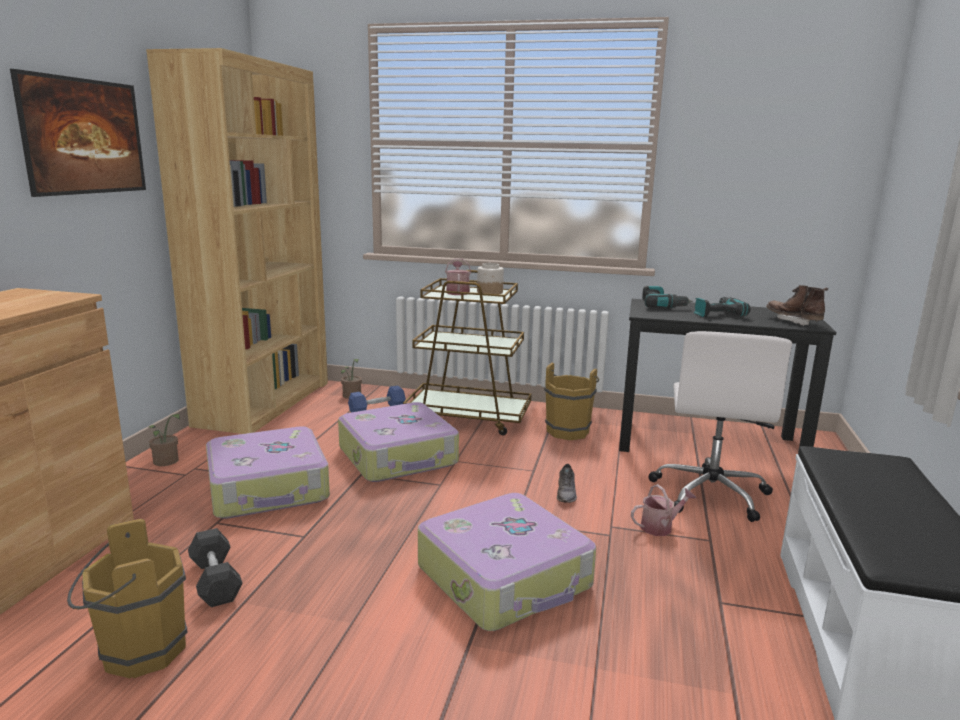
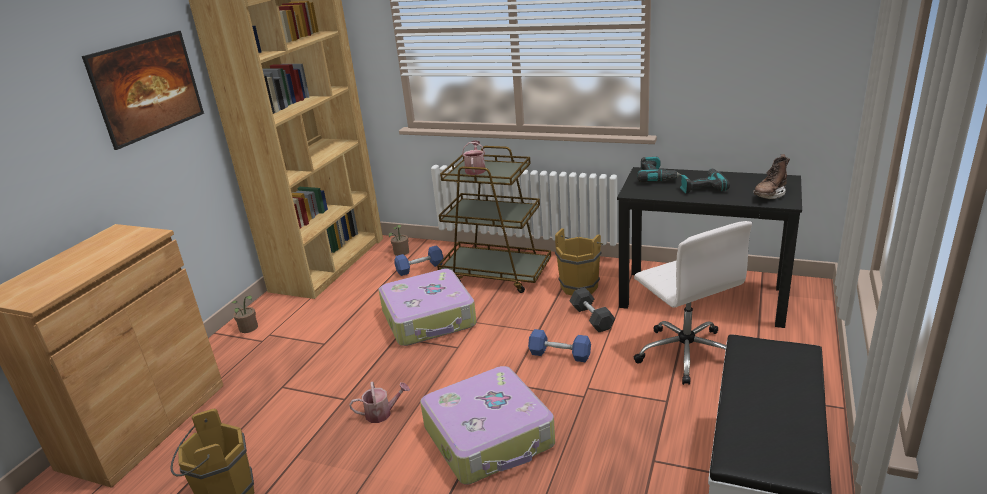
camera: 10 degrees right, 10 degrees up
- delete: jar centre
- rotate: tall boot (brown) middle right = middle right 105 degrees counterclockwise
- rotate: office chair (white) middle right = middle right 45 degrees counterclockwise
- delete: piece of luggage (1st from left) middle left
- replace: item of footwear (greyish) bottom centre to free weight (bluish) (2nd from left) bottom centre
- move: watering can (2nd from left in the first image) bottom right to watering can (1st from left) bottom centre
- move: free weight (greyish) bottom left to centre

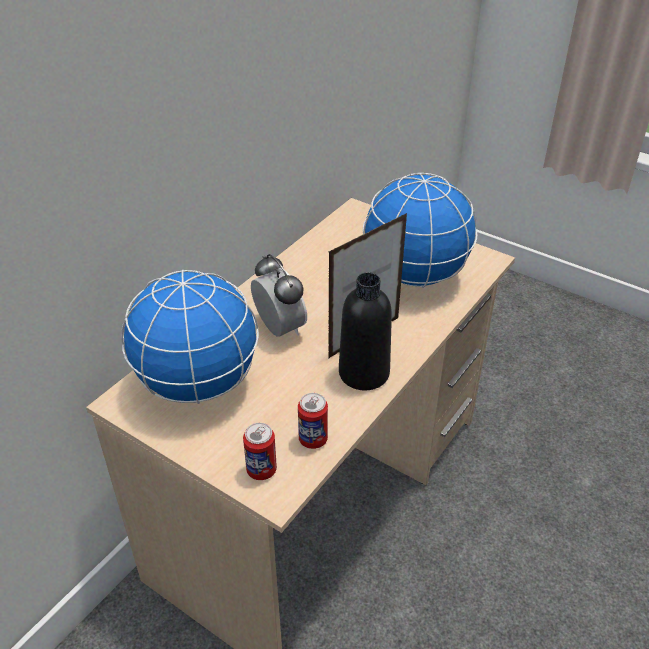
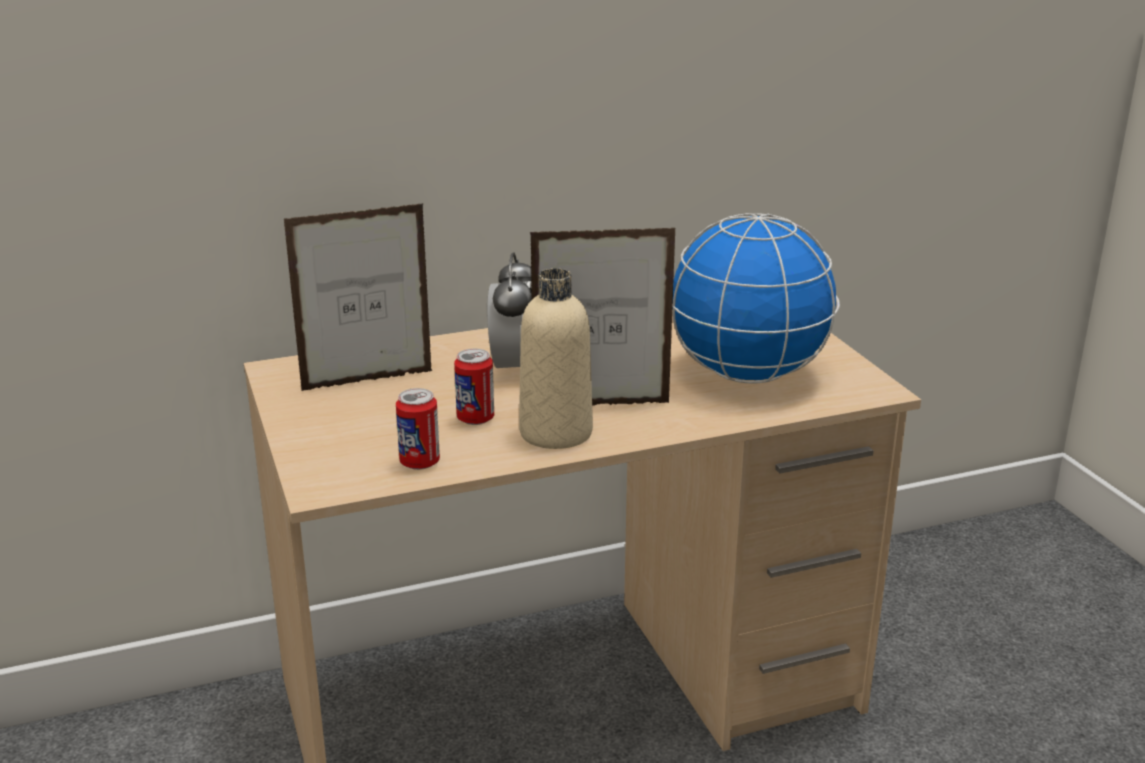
camera: 35 degrees right, 15 degrees down
- replace: desk globe (1st from left) middle left to photo frame (1st from left) middle left
- recolor: drink bottle (blackish) centre to drink bottle (beige) centre
- move: can (1st from left in the first image) bottom centre to can (2nd from left) centre

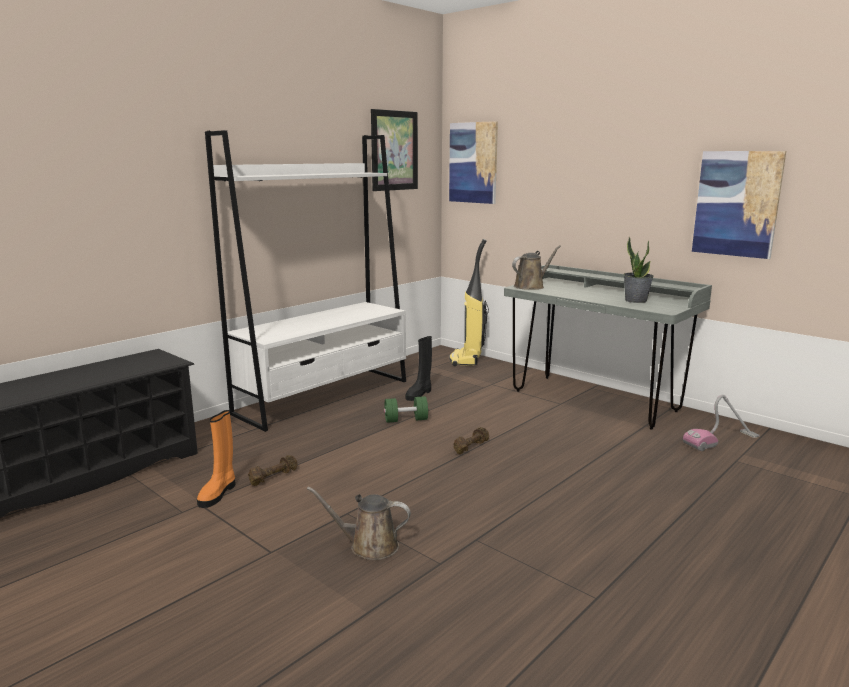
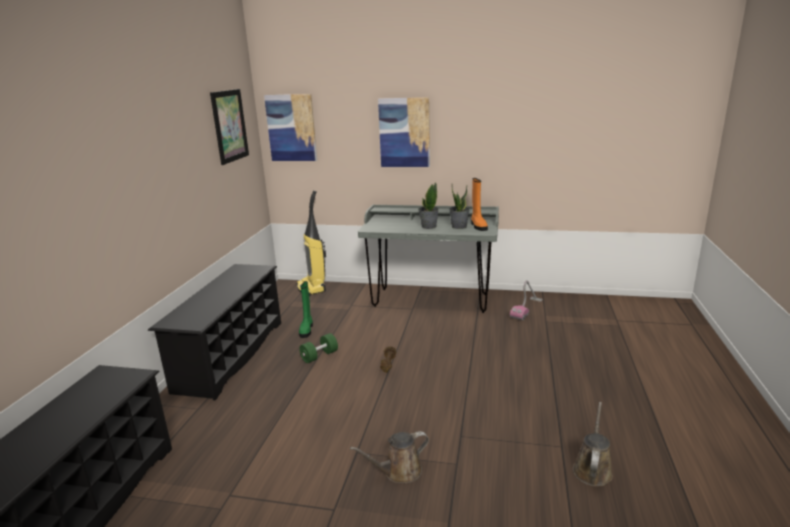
camera: 30 degrees left, 5 degrees up
- replace: shelving unit (white) centre to shoe rack (blackish) (2nd from left) middle left
- move: picture (3rd from left) top right to top centre
- move: watering can (brown) (2nd from left) centre to bottom right
- recolor: tall boot (blackish) centre to tall boot (green-coloured) centre
- move: tall boot (orange-coloured) bottom left to centre
- delete: free weight (brown) (1st from left) bottom left
- insert: plant in a pot (1st from left) centre

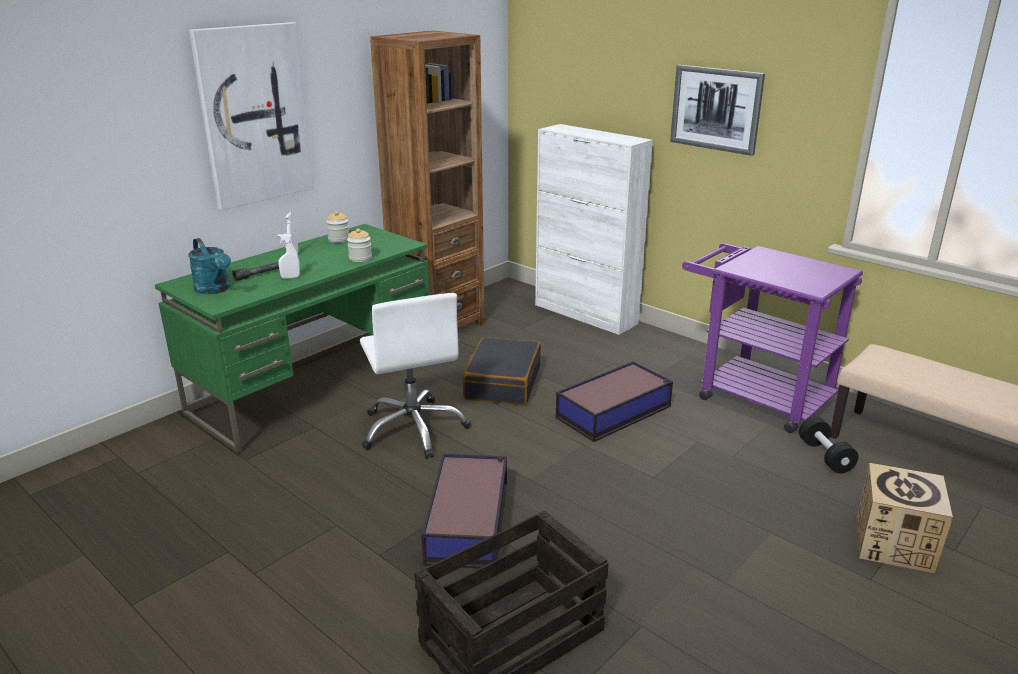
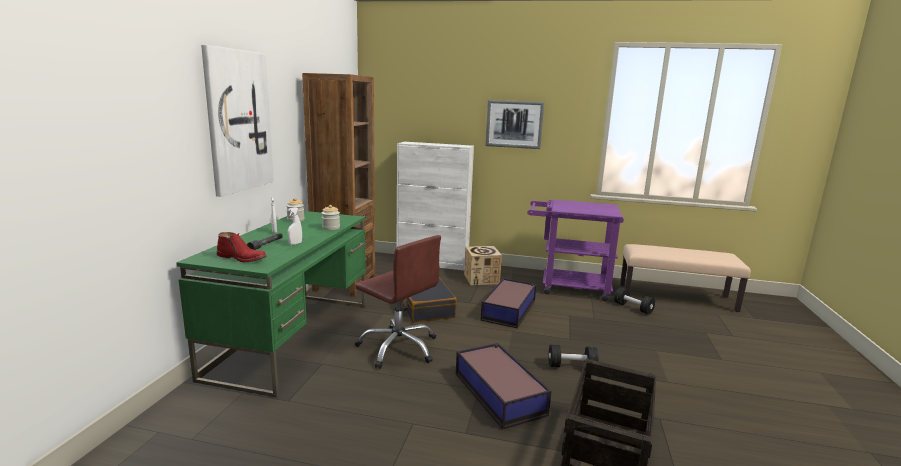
camera: 30 degrees left, 10 degrees down
- replace: watering can (turquoise) middle left to tall boot (red) middle left
- recolor: office chair (white) centre to office chair (brown) centre
- move: packing box bottom right to centre
- insert: free weight (blackish) (1st from left) bottom centre

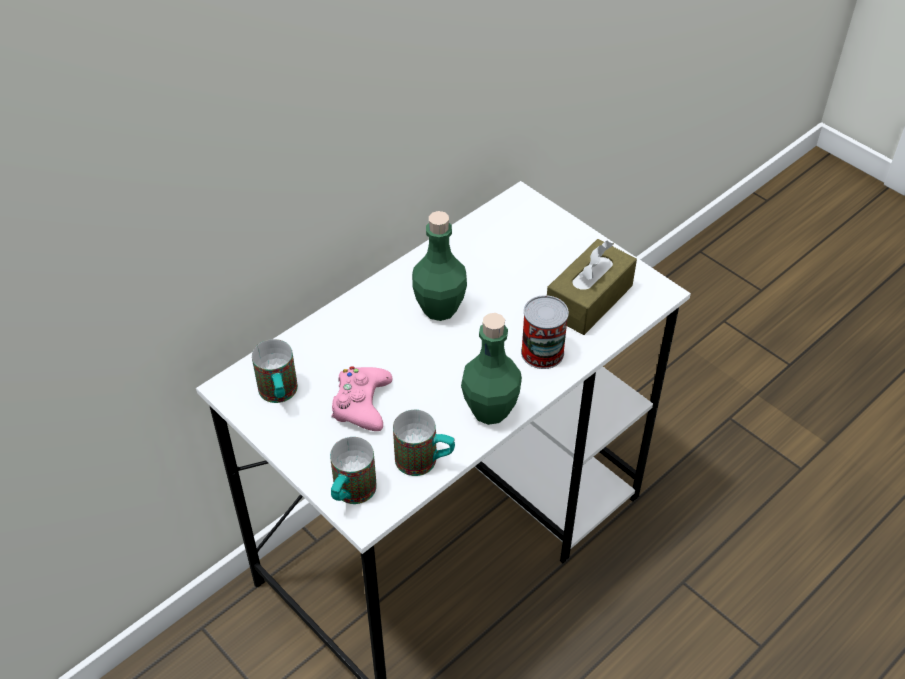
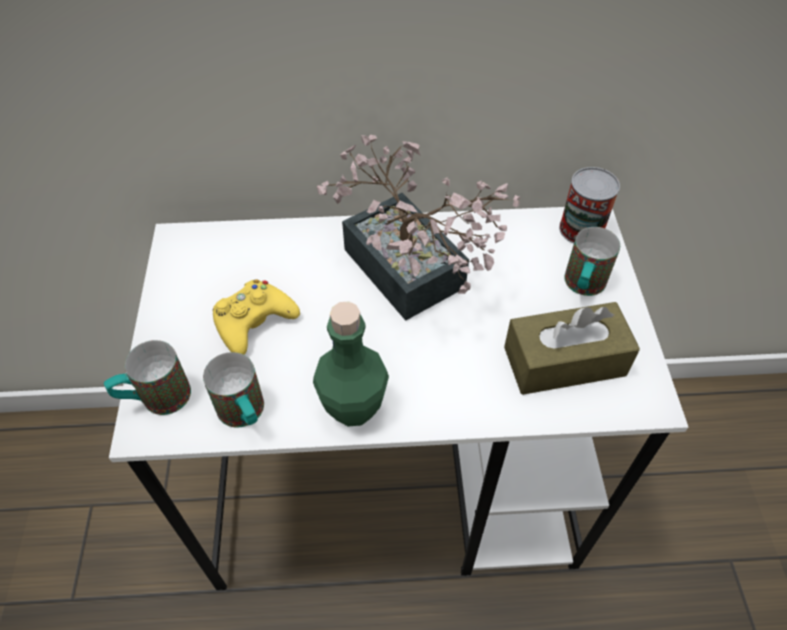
camera: 40 degrees right, 5 degrees up
- replace: drink bottle (green-coloured) (1st from left) centre to plant in a pot centre
- move: can centre to top right
- move: mug (1st from left in the first image) middle left to mug (3rd from left) middle right
- recolor: game controller (pink-coloured) centre to game controller (yellow-coloured) middle left

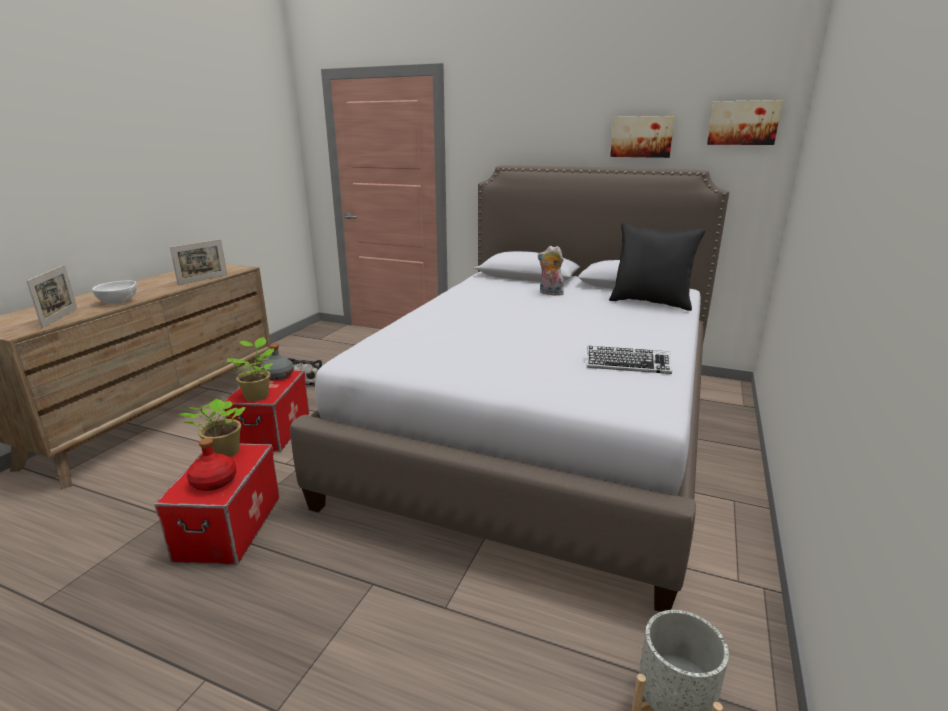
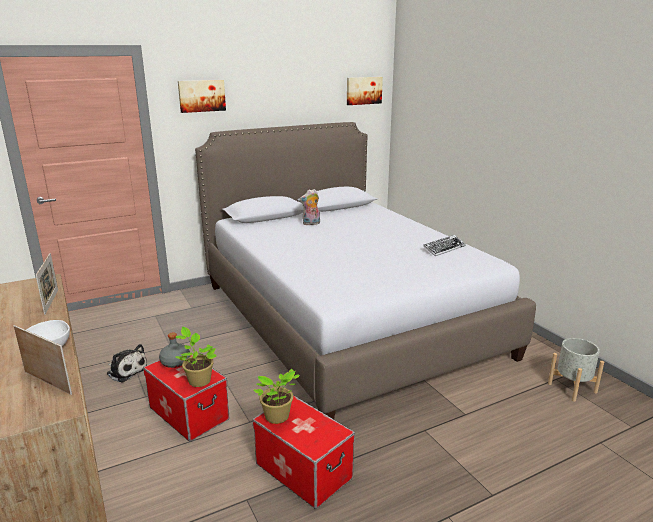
camera: 50 degrees left, 0 degrees up
- move: picture (1st from left) top right to top left
- delete: cushion (blackish) middle right
- delete: drink bottle (red) middle left

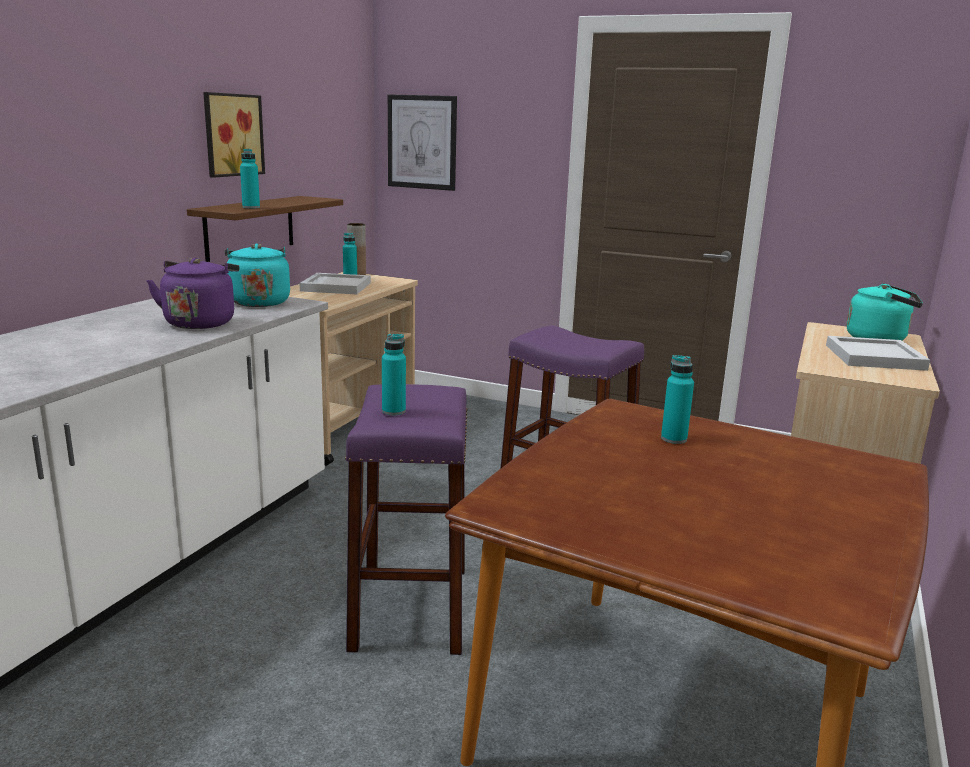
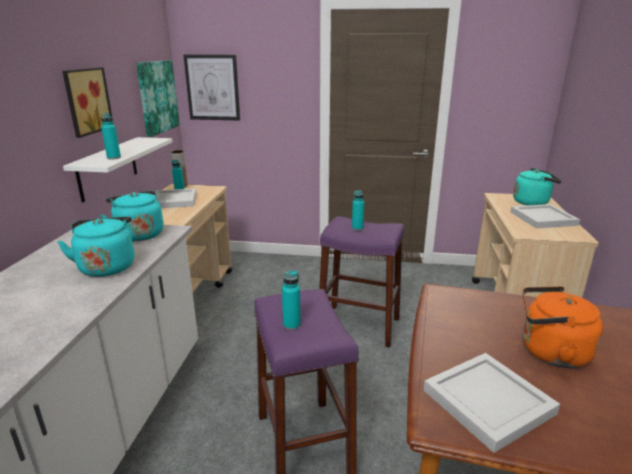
camera: 15 degrees left, 5 degrees up
- recolor: wall shelf (brown) top left to wall shelf (white) middle left
- recolor: tea kettle (purple-coloured) middle left to tea kettle (turquoise) (1st from left) middle left
- move: drink bottle (turquoise) (4th from left) middle right to centre
- insert: picture (2nd from left) top left
- insert: tea kettle (orange-coloured) bottom right
- insert: carrying tray (white) (2nd from left) bottom right

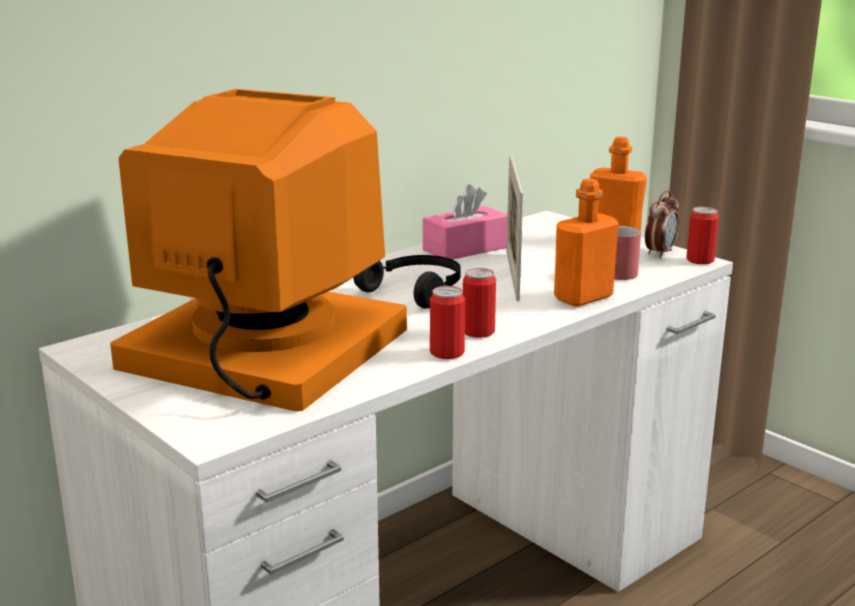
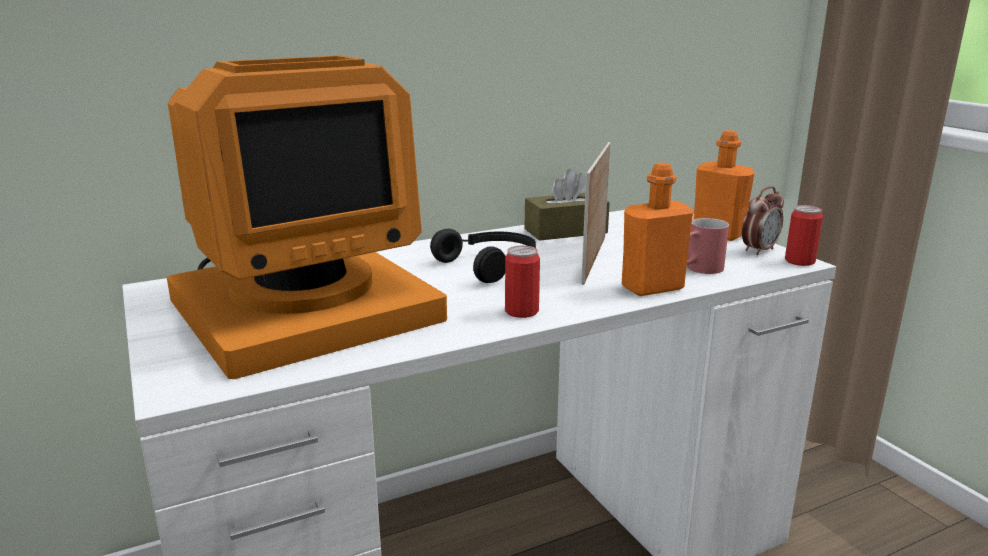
camera: 15 degrees right, 0 degrees up
- rotate: computer display middle left = middle left 105 degrees clockwise
- recolor: tissue box (pink-coloured) centre to tissue box (brown) centre
- delete: can (1st from left) centre

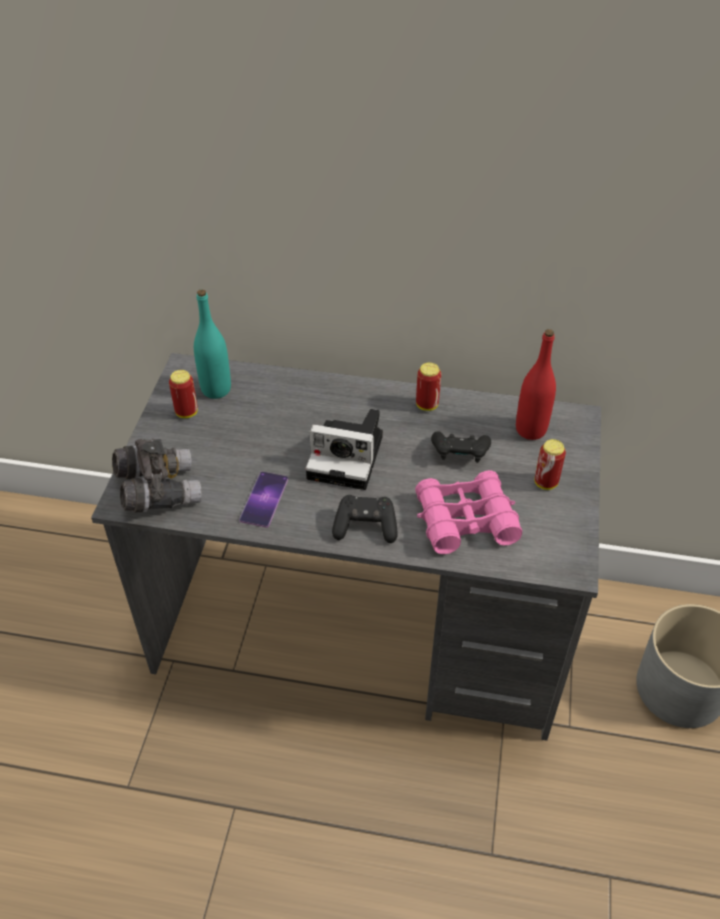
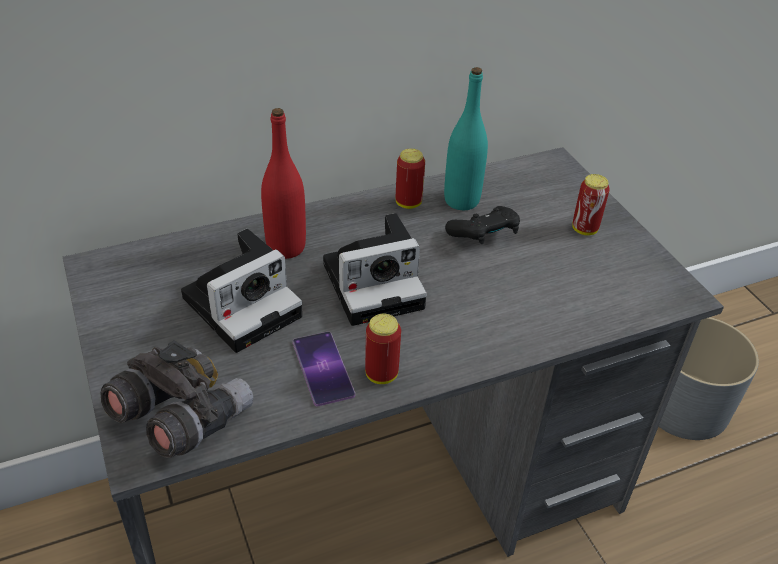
camera: 35 degrees left, 5 degrees down
- move: drink bottle (turquoise) middle left to top centre
- move: drink bottle (red) middle right to top centre
- move: can (1st from left) middle left to centre
- delete: binoculars (pink-coloured) centre
- delete: game controller (blackish) (1st from left) centre
- insert: photo camera (1st from left) middle left

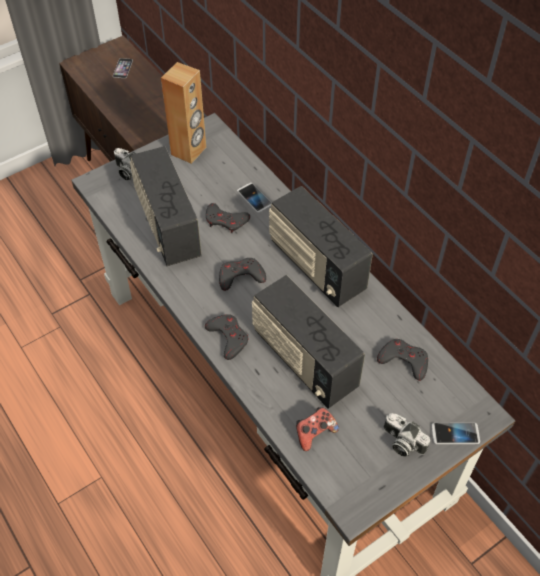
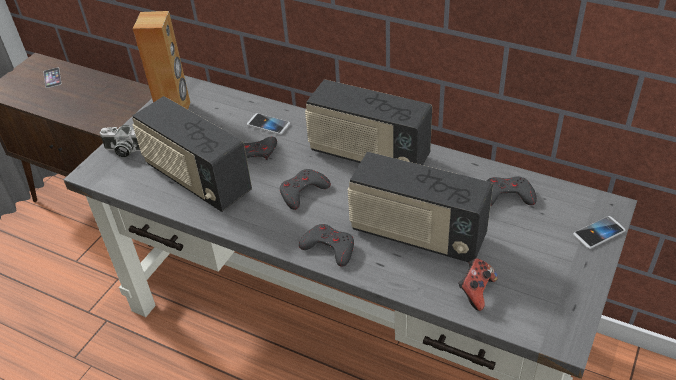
camera: 25 degrees left, 10 degrees down
- delete: photo camera (2nd from left) bottom right

